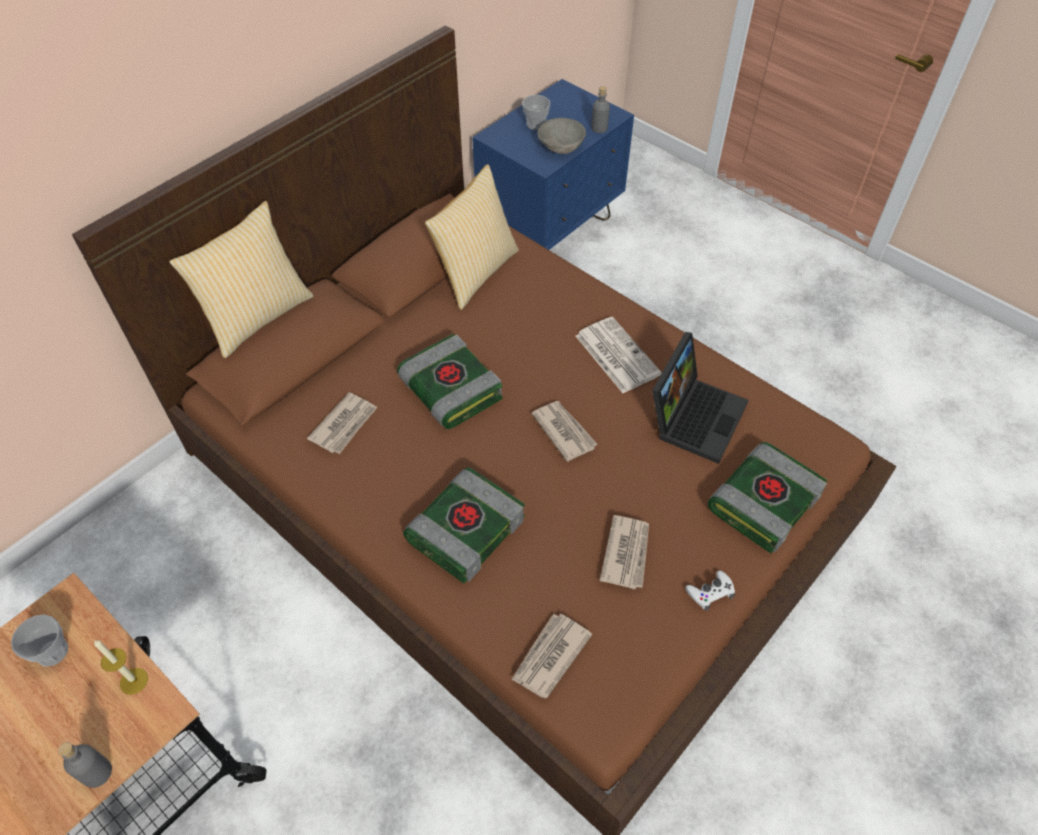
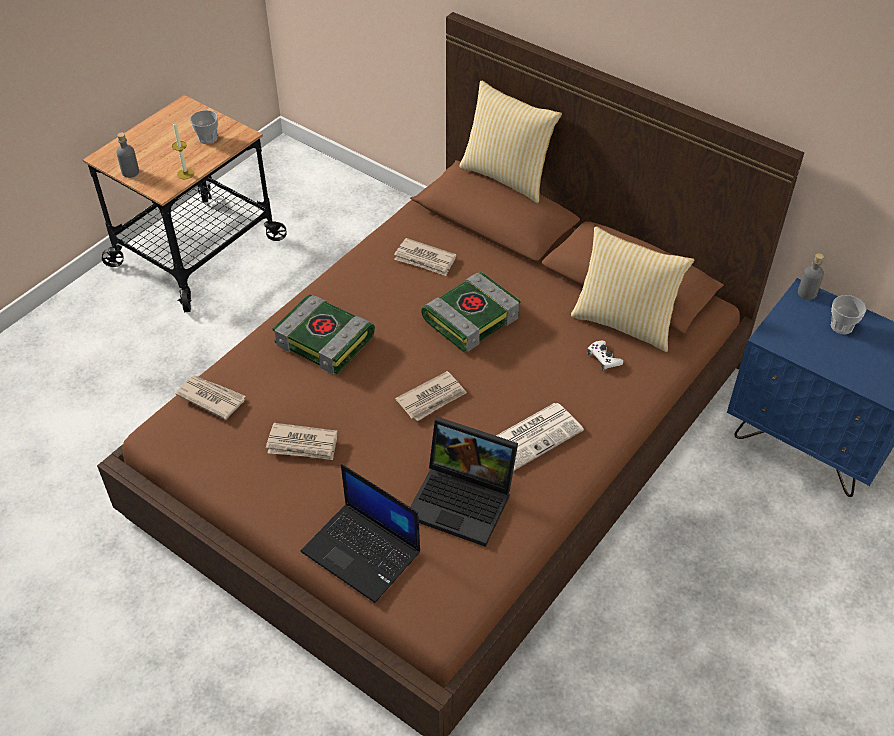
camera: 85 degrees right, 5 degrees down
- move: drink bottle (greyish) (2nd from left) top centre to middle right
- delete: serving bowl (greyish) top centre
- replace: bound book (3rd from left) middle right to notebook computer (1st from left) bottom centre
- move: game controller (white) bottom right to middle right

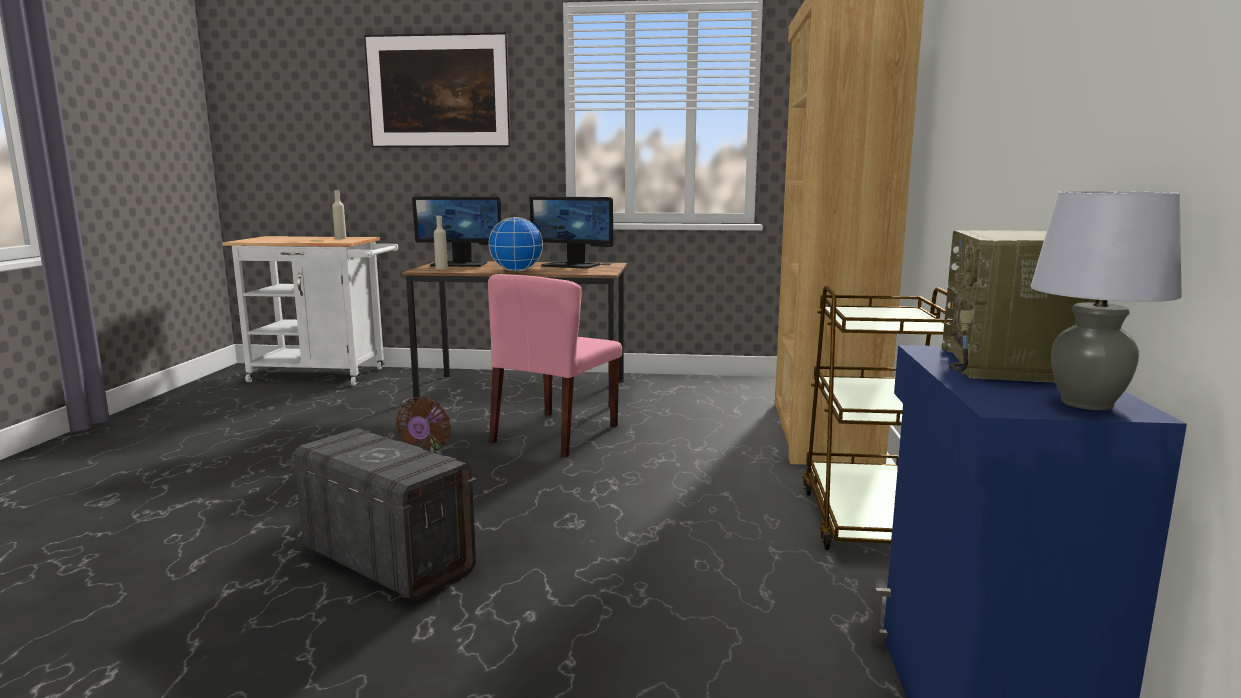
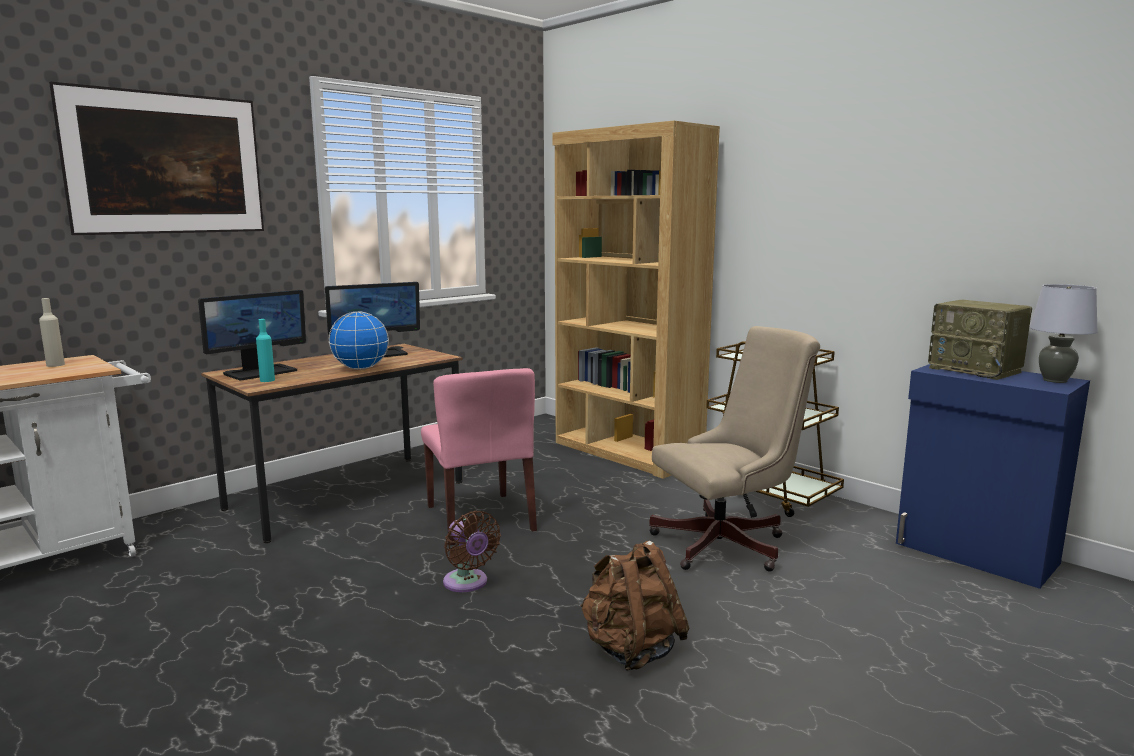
camera: 50 degrees left, 0 degrees up
- recolor: drink bottle (beige) (2nd from left) centre to drink bottle (turquoise) middle left
- replace: storage bin (greyish) bottom left to knapsack (brown) bottom centre
- insert: office chair (beige) centre

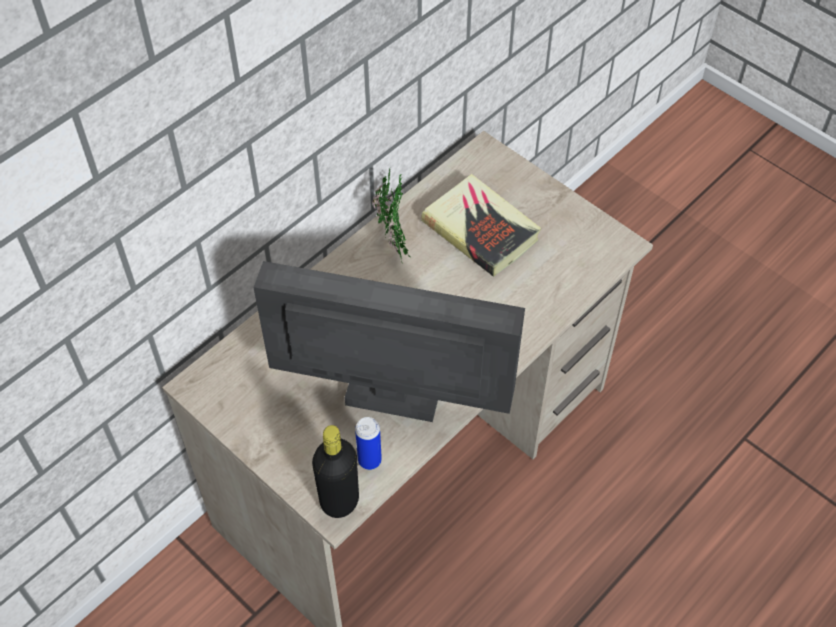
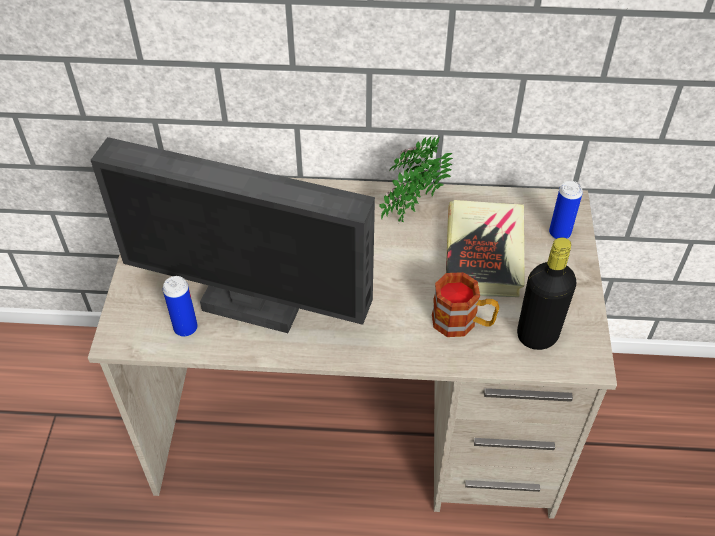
camera: 50 degrees right, 5 degrees down
- rotate: computer display centre = middle left 135 degrees clockwise
- move: drink bottle (blackish) bottom centre to middle right
- insert: can (2nd from left) middle right
- insert: mug centre

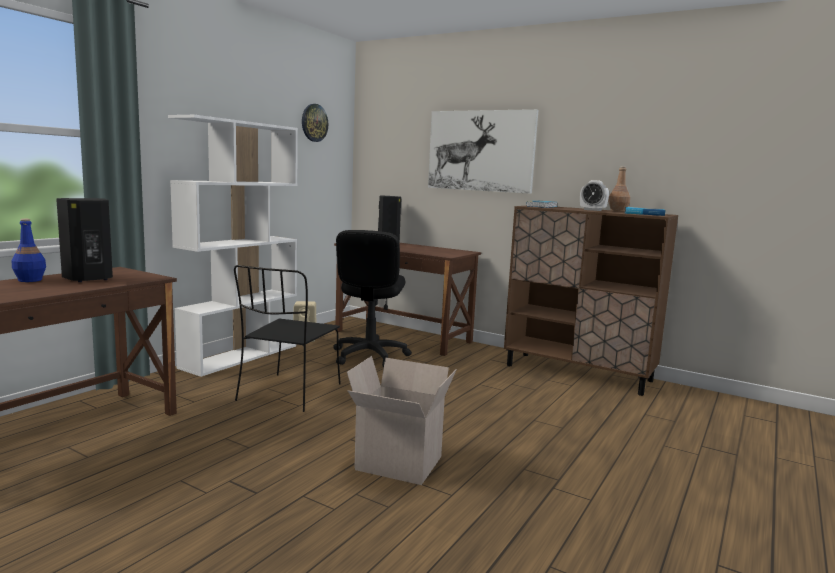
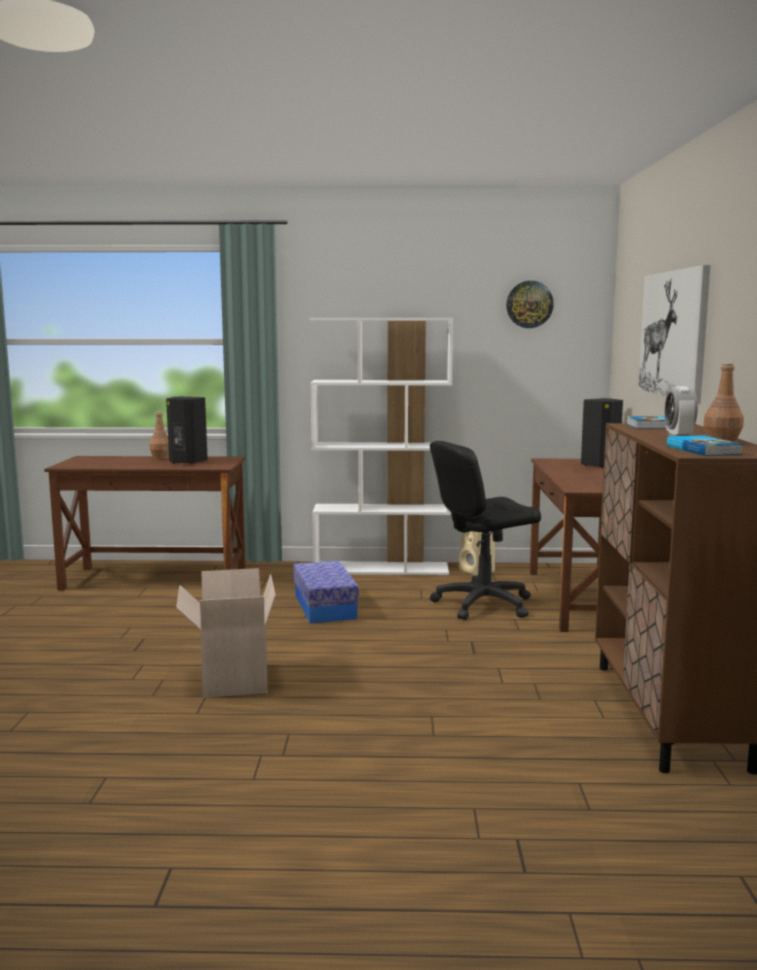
camera: 60 degrees right, 0 degrees up
- recolor: drink bottle (bluish) middle left to drink bottle (brown) (1st from left) middle left
- replace: plain chair (blackish) centre to storage bin centre

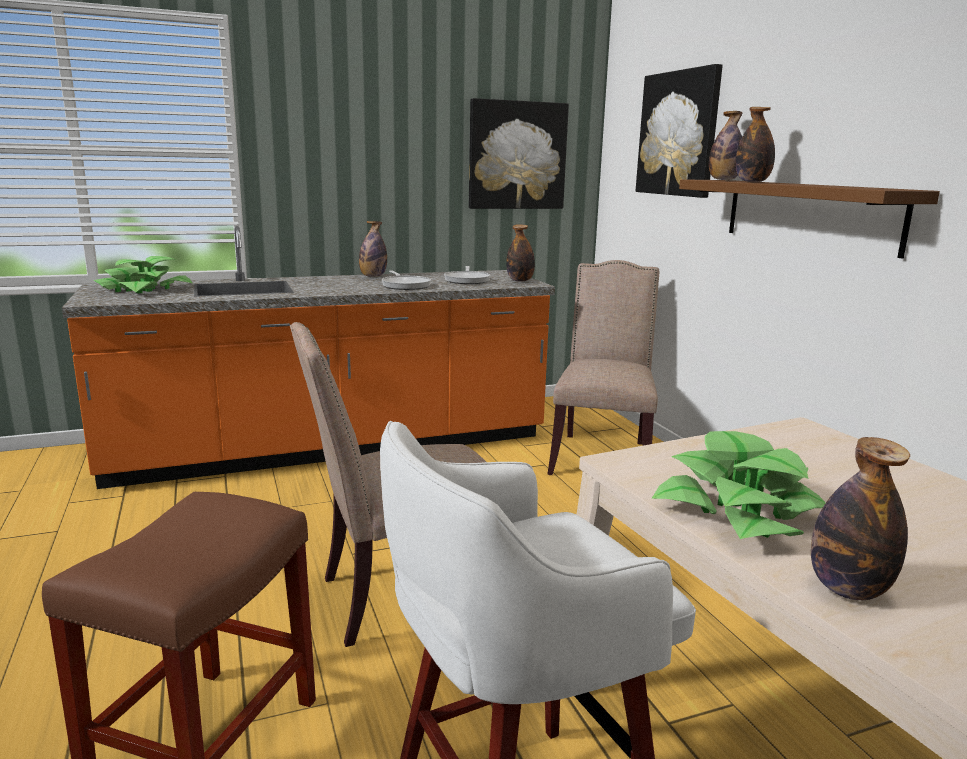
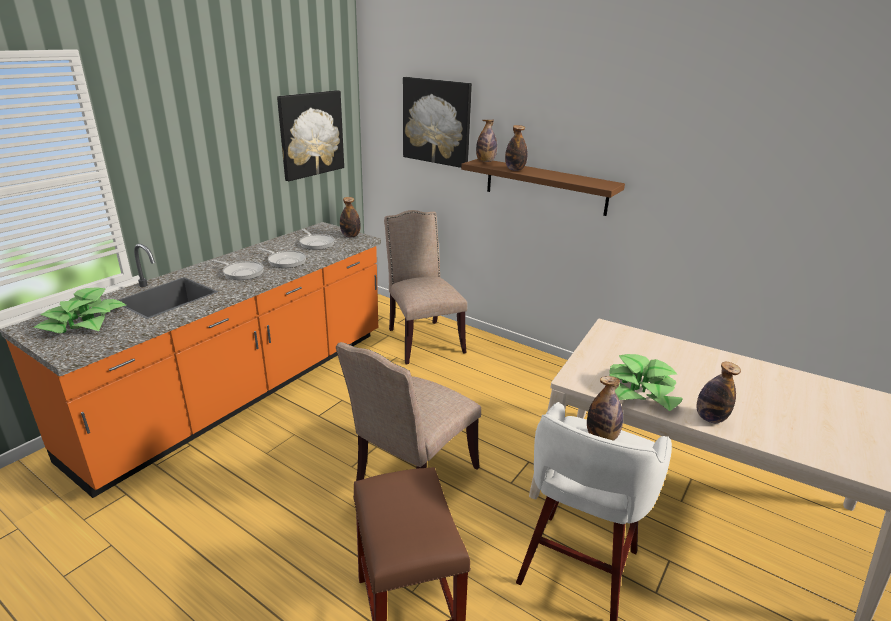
camera: 35 degrees left, 10 degrees up
- move: drink bottle (1st from left in the first image) top centre to drink bottle (4th from left) middle right
- insert: frying pan (1st from left) middle left

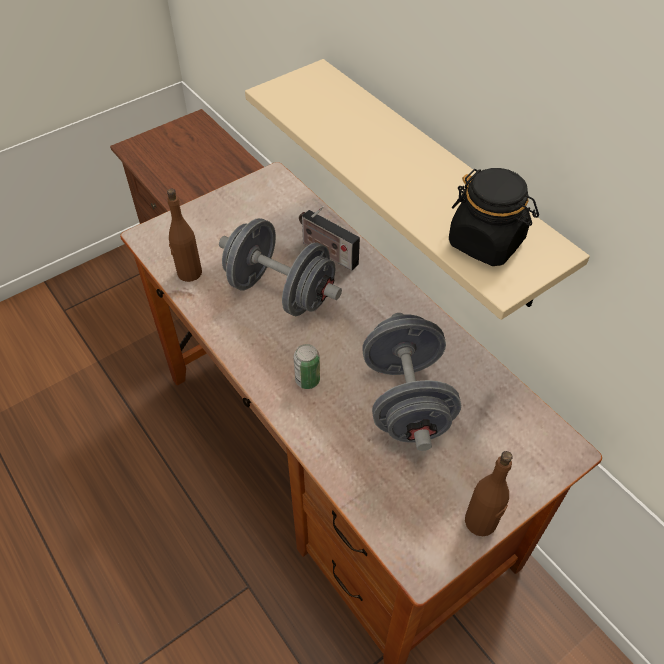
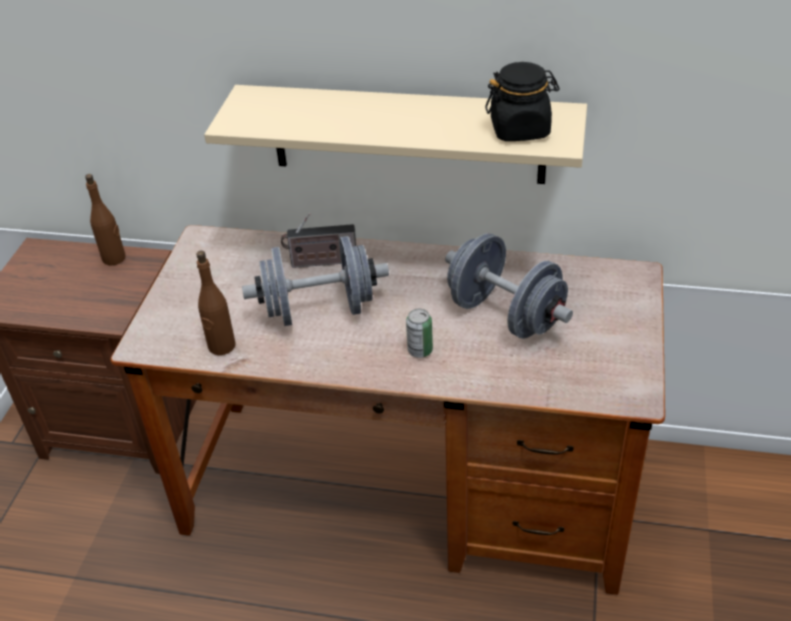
camera: 40 degrees left, 10 degrees down
- move: drink bottle (brown) (2nd from left in the first image) bottom right to drink bottle (brown) (1st from left) middle left

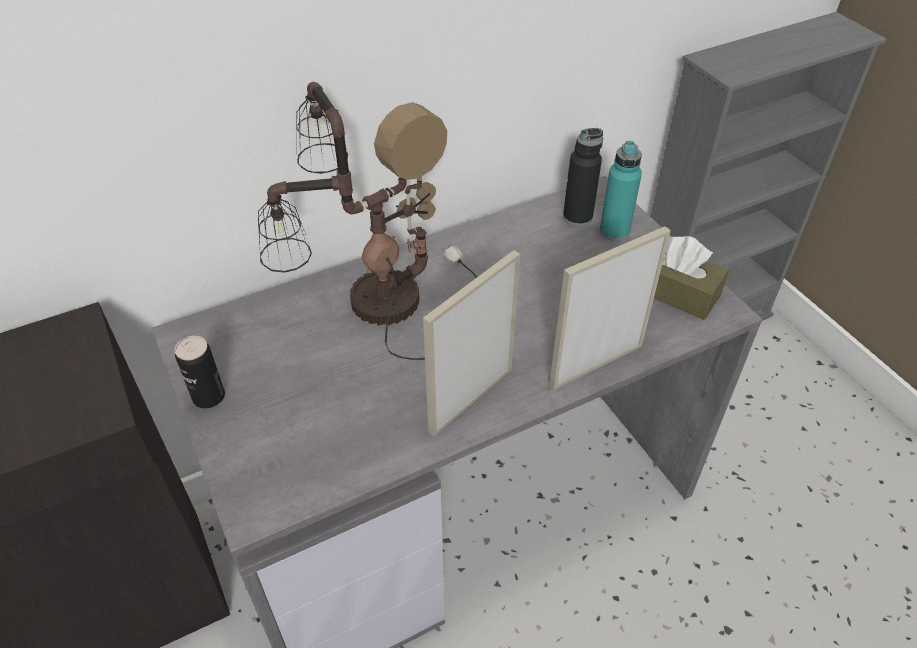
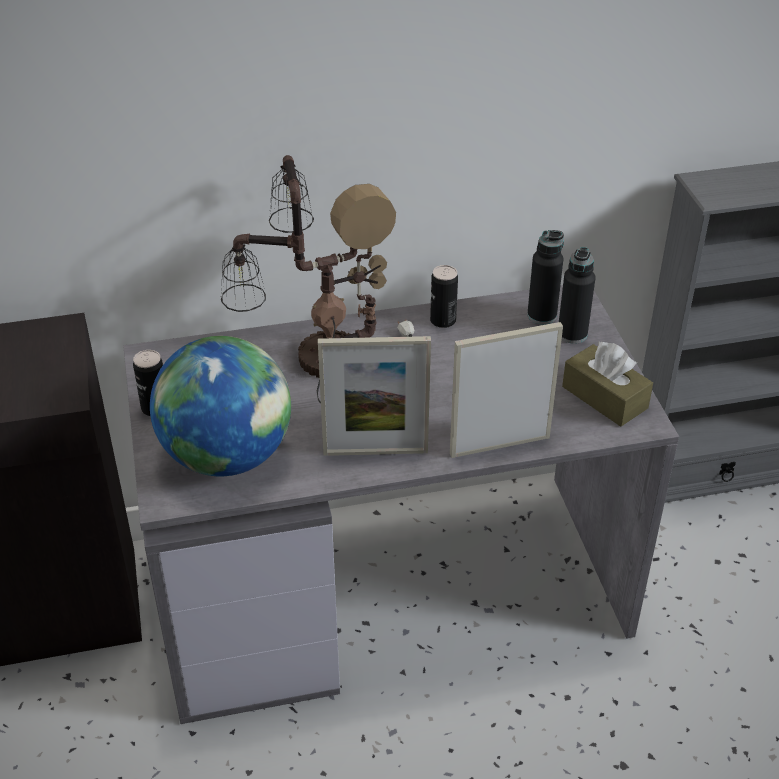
camera: 15 degrees right, 5 degrees down
- recolor: drink bottle (turquoise) top right to drink bottle (blackish) (2nd from left) middle right
- rotate: photo frame (1st from left) centre = centre 150 degrees counterclockwise
- insert: can (2nd from left) centre
- insert: desk globe middle left

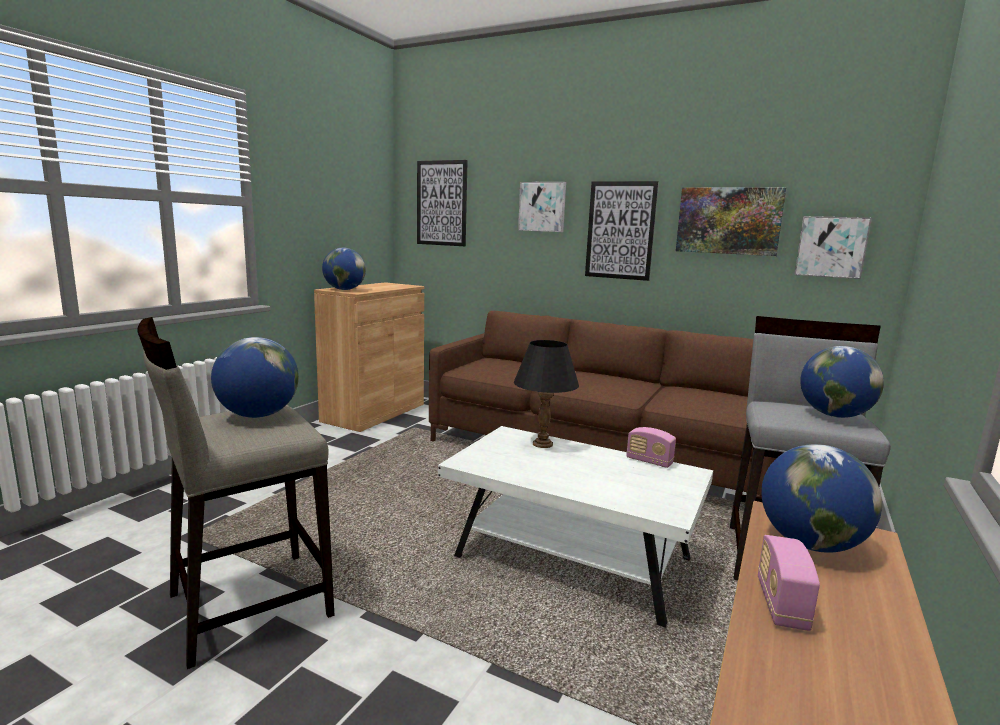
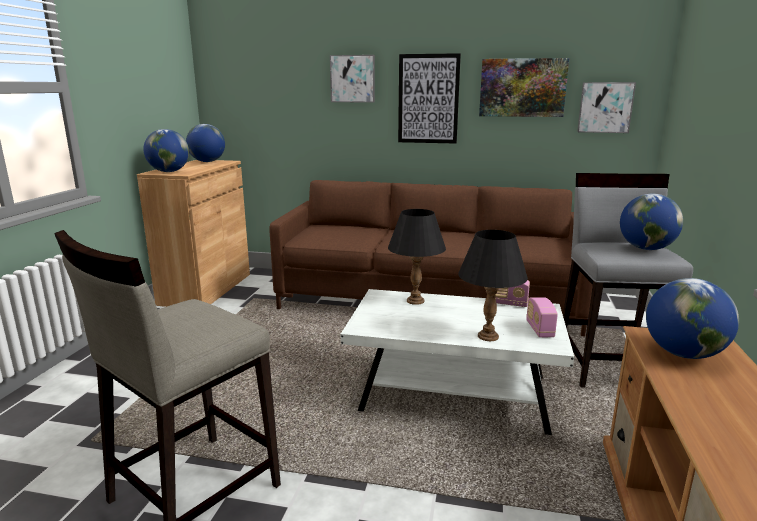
camera: 15 degrees left, 5 degrees up
- delete: picture (1st from left) top centre
- move: desk globe (1st from left in the first image) middle left to desk globe (2nd from left) top left
- move: radio set (2nd from left) bottom right to middle right
- insert: table lamp (blackish) (2nd from left) centre

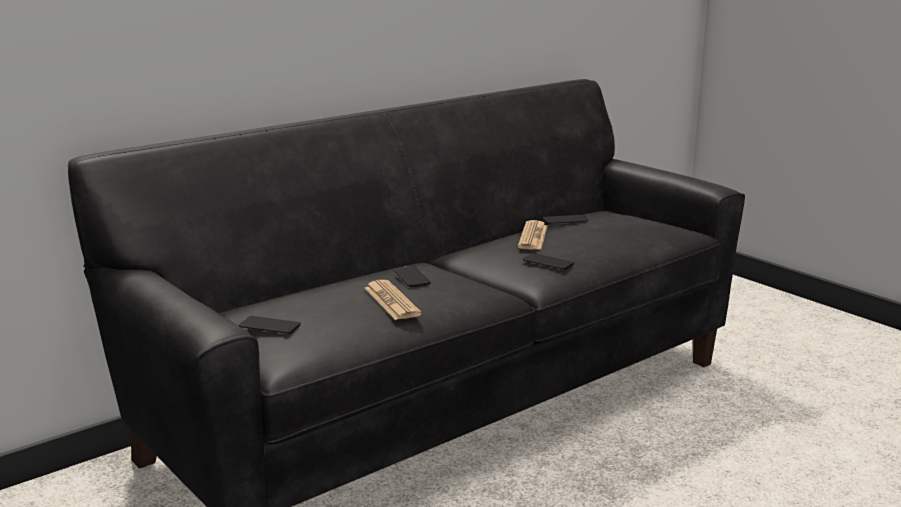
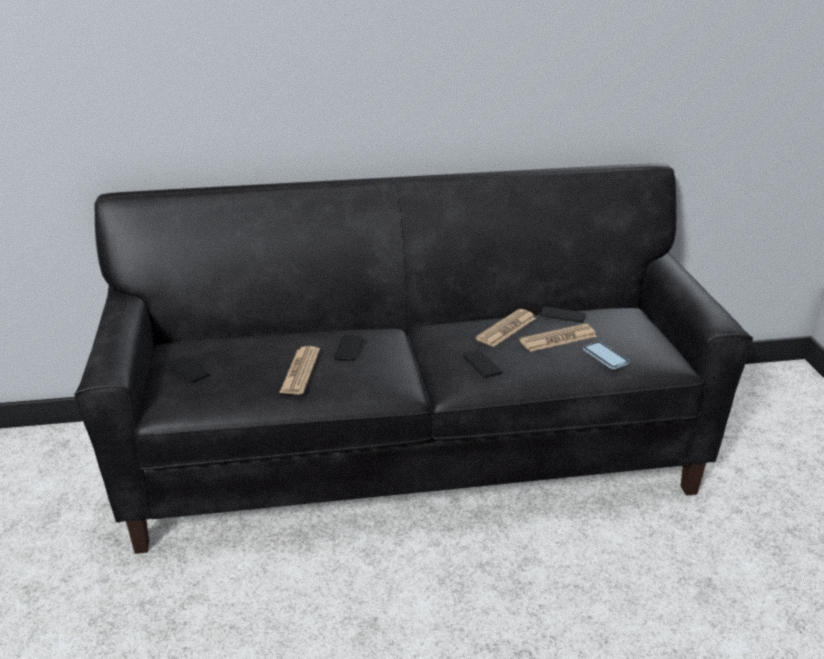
camera: 30 degrees right, 10 degrees up
- insert: newspaper (3rd from left) middle right
- insert: phone (5th from left) middle right

